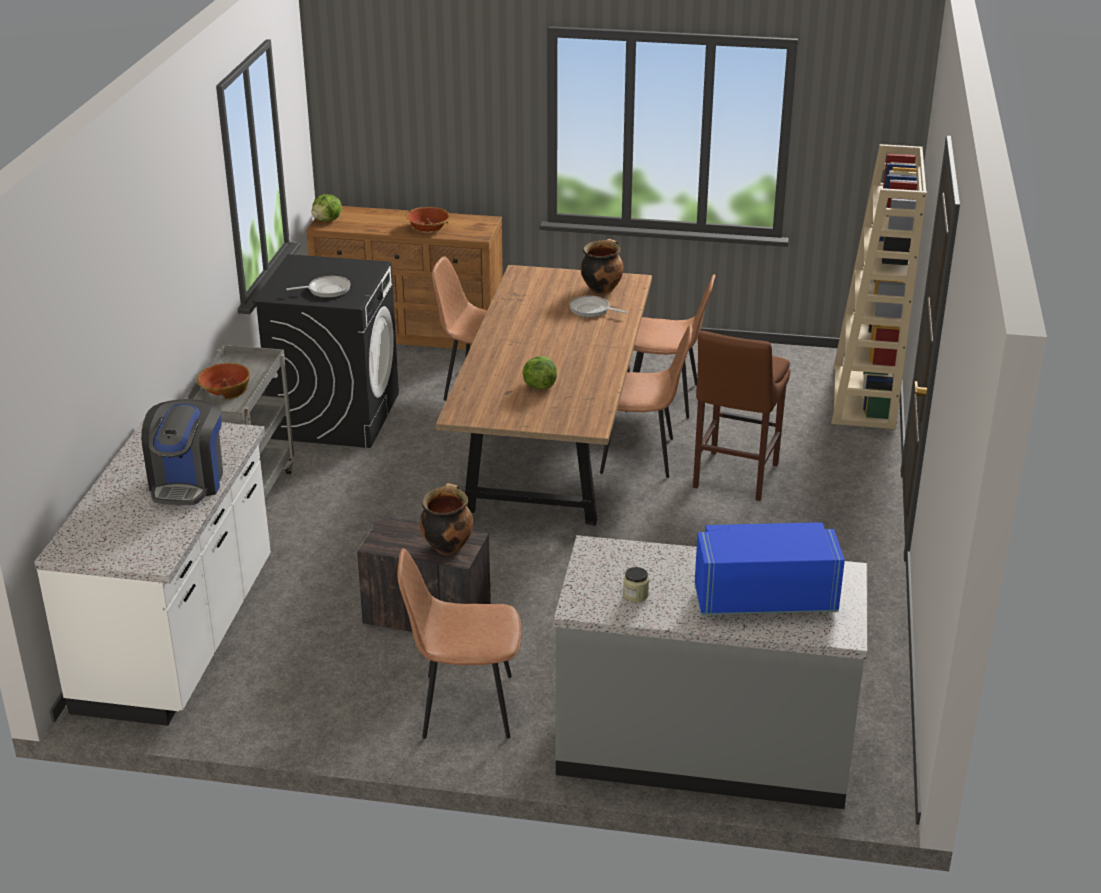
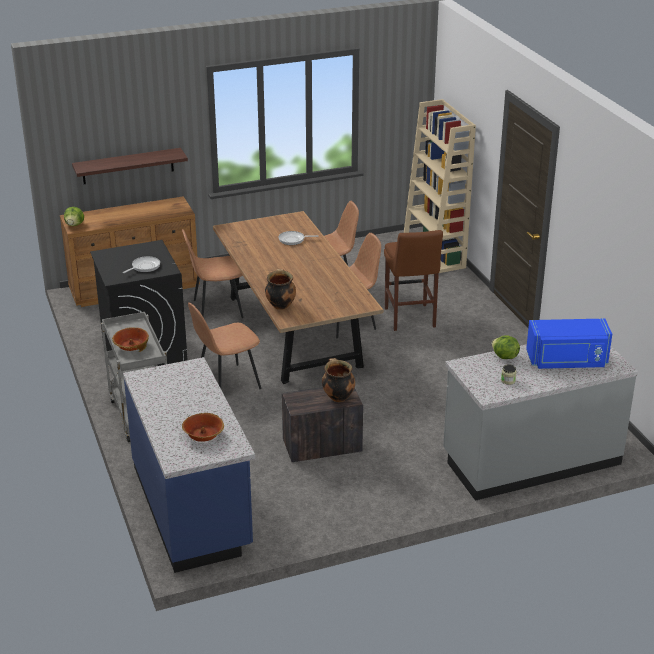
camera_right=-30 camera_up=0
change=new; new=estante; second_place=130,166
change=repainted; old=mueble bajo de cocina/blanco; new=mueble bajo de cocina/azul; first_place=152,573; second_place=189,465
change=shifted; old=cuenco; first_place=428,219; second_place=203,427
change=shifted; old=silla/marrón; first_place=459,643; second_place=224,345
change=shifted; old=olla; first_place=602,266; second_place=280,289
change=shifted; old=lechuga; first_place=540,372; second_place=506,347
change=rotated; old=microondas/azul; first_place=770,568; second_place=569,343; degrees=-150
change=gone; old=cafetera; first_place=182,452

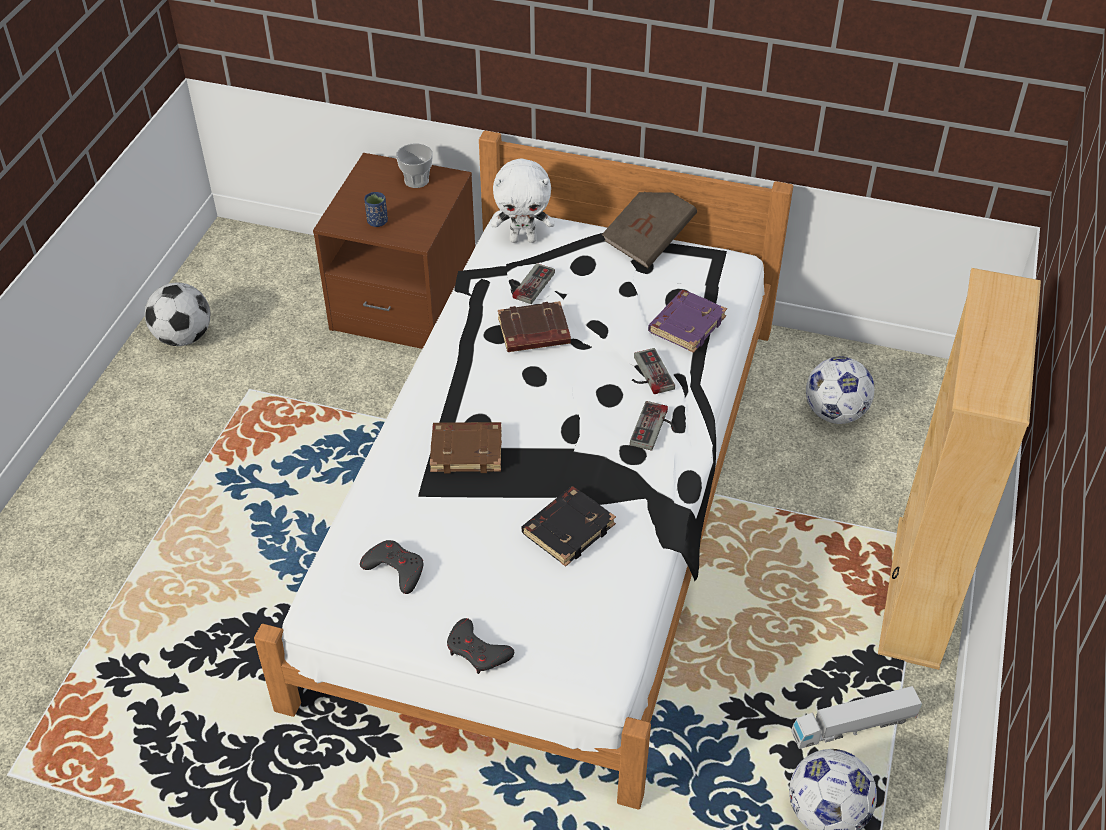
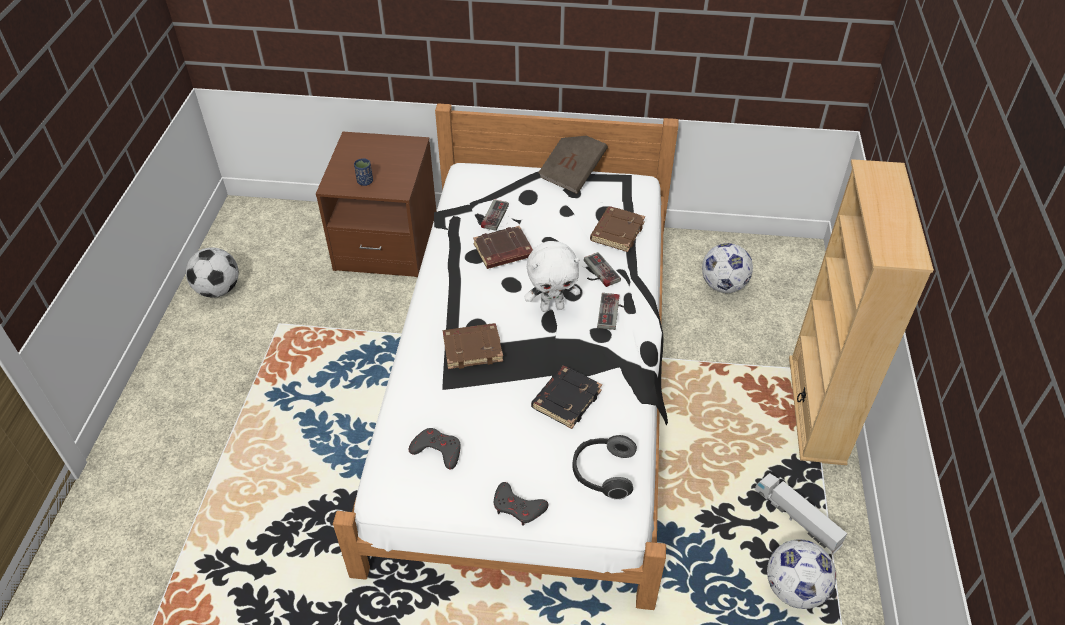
camera_right=-10 camera_up=0
change=shifted; old=peluche/blanco; first_place=523,201; second_place=552,276
change=new; new=auriculares; second_place=604,467
change=repainted; old=libro/morado; new=libro/marrón; first_place=687,321; second_place=617,229
change=rotated; old=camión de juguete; first_place=856,717; second_place=801,513; degrees=75
change=gone; old=taza; first_place=414,165

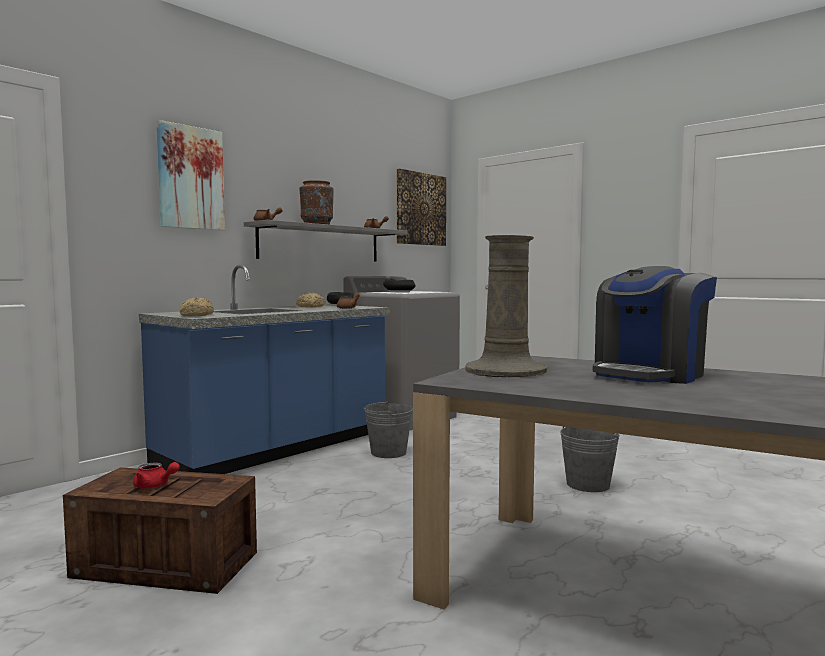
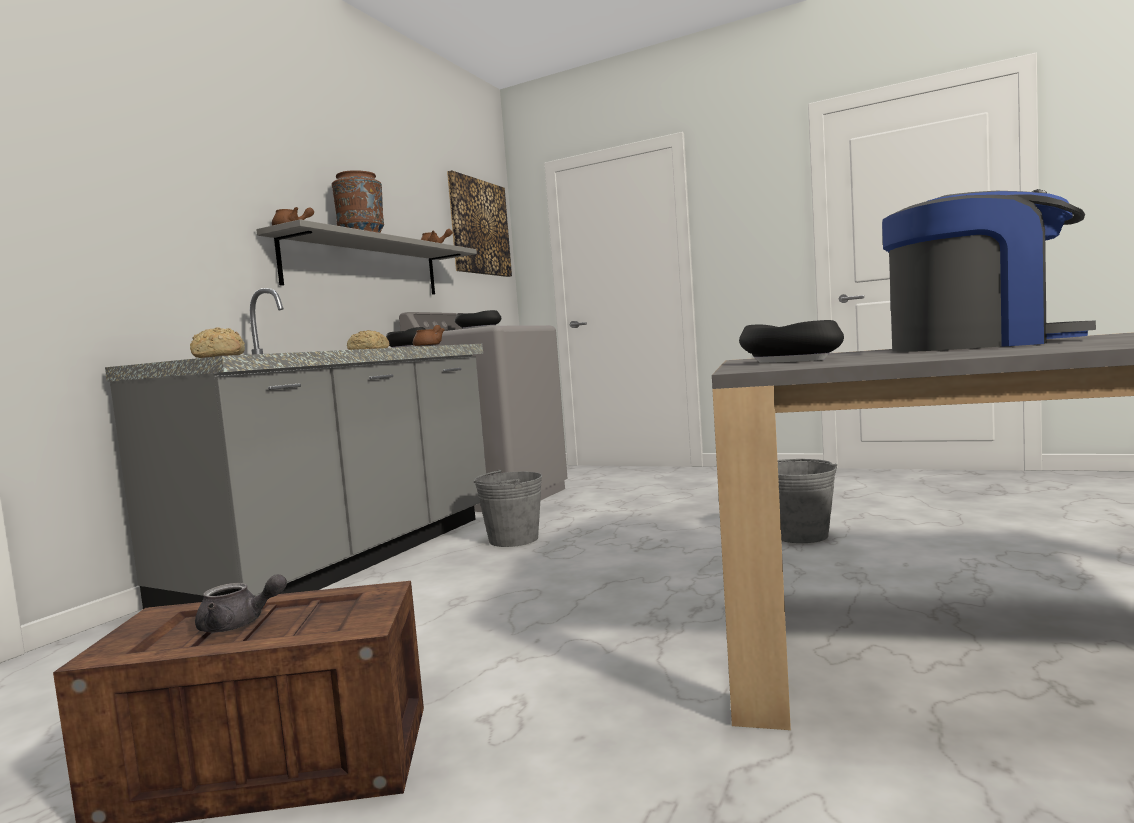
camera_right=-15 camera_up=0
change=repainted; old=mueble bajo de cocina/azul; new=mueble bajo de cocina/gris; first_place=264,369; second_place=295,448
change=repainted; old=tetera/rojo; new=tetera/gris; first_place=156,475; second_place=241,603
change=swapped; old=florero/beis; new=cuenco/negro; first_place=506,306; second_place=791,341
change=rotated; old=cafetera; first_place=655,325; second_place=989,270; degrees=-105
change=gone; old=cuadro; first_place=190,175

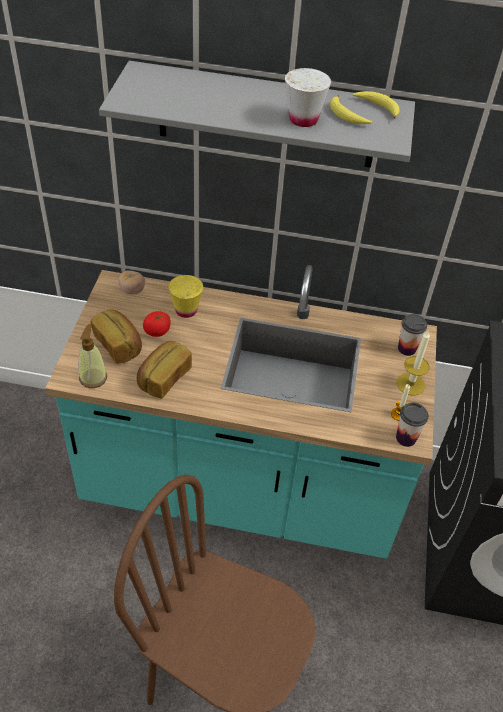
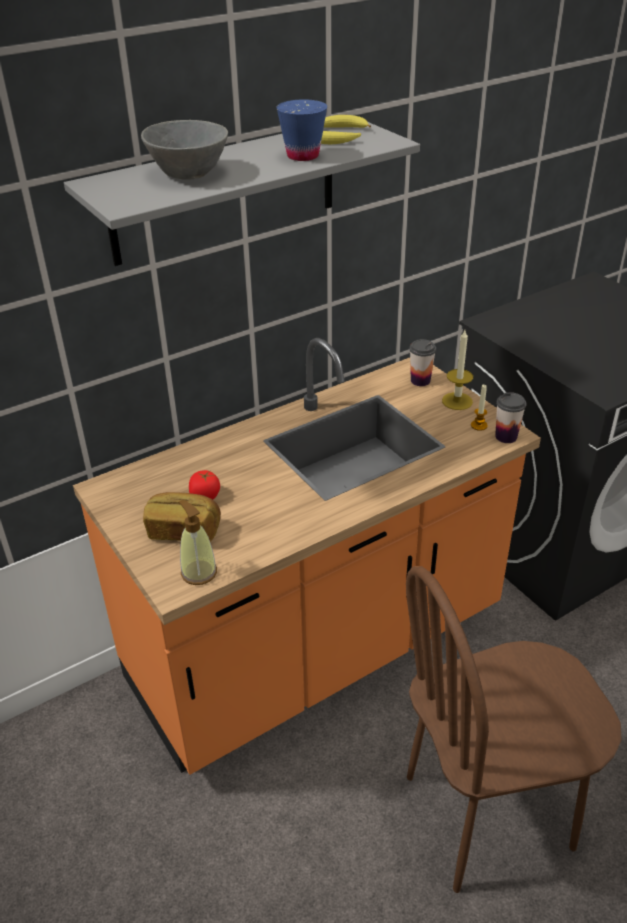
camera_right=-40 camera_up=-10
change=repainted; old=mueble bajo de cocina/turquesa; new=mueble bajo de cocina/naranja; first_place=241,412; second_place=307,556
change=new; new=cuenco/gris; second_place=184,150
change=repainted; old=taza/blanco; new=taza/azul; first_place=308,97; second_place=301,130
change=gone; old=tomate; first_place=132,283
change=gone; old=pan; first_place=164,370
change=gone; old=taza/amarillo; first_place=185,296

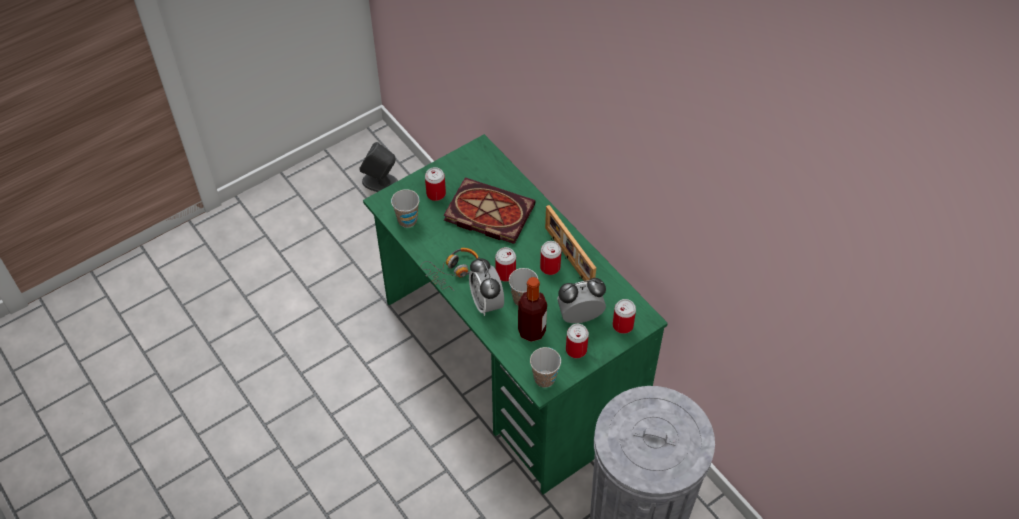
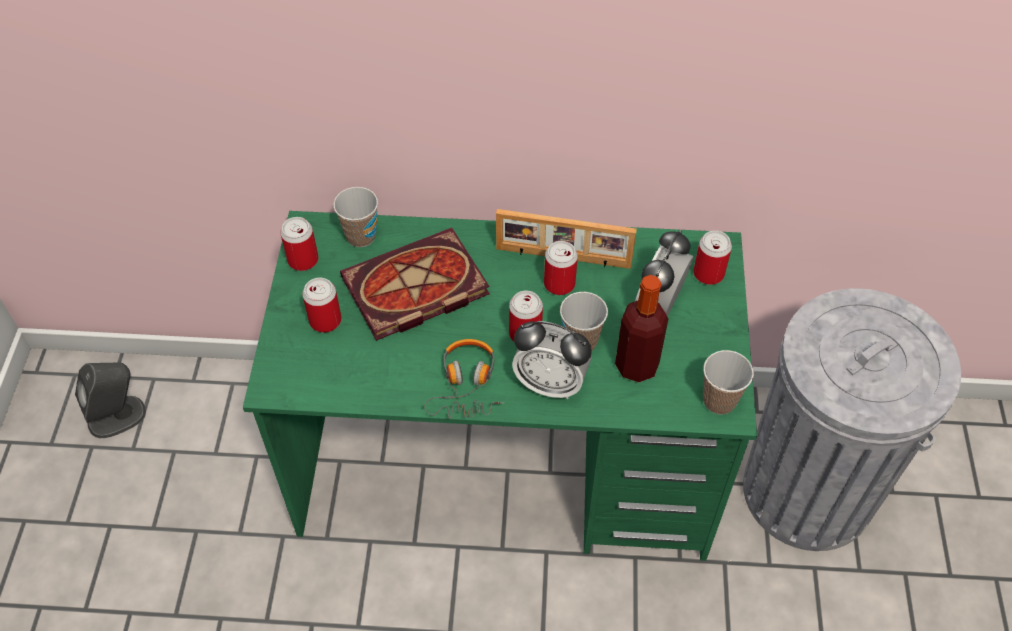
camera_right=-50 camera_up=0
change=shifted; old=lata; first_place=577,341; second_place=299,244
change=shifted; old=taza; first_place=405,208; second_place=355,217

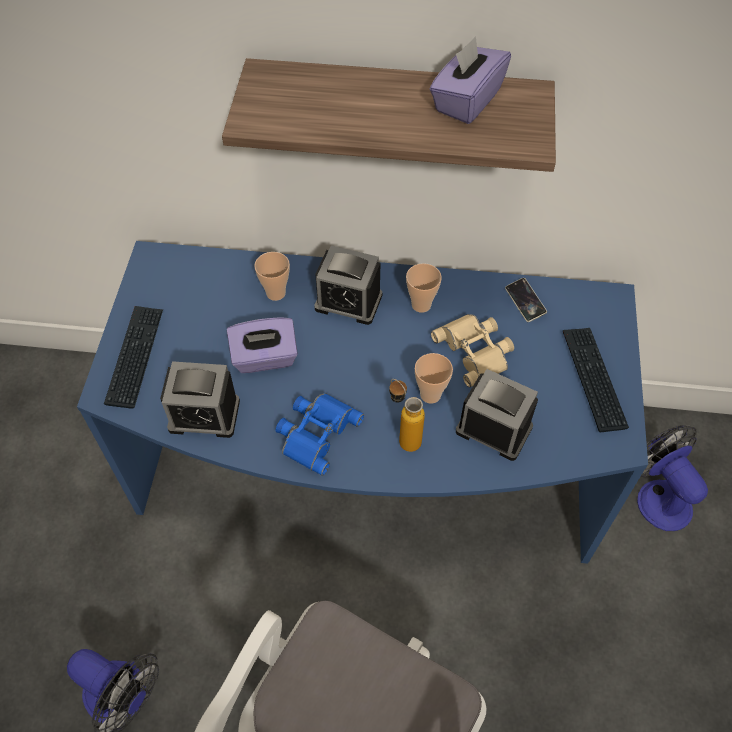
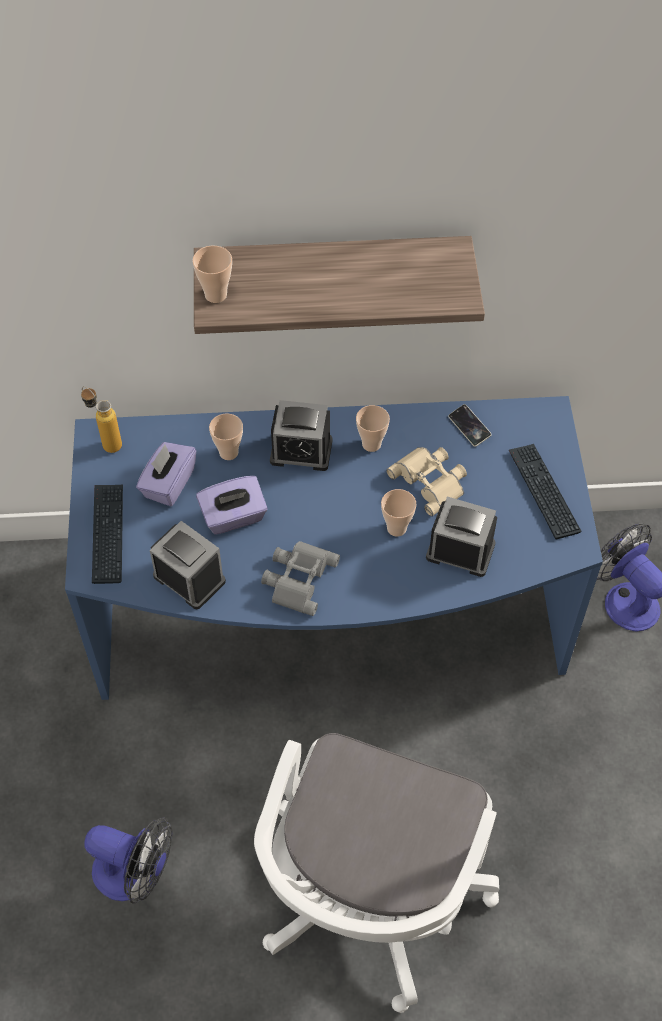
camera_right=-10 camera_up=0
change=shifted; old=botella; first_place=407,415; second_place=101,420
change=shifted; old=caja de pañuelos/morado; first_place=470,80; second_place=166,474
change=rotated; old=despertador; first_place=200,399; second_place=188,565; degrees=-135
change=new; new=taza; second_place=212,274
change=repainted; old=prismáticos/azul; new=prismáticos/gris; first_place=320,434; second_place=300,578

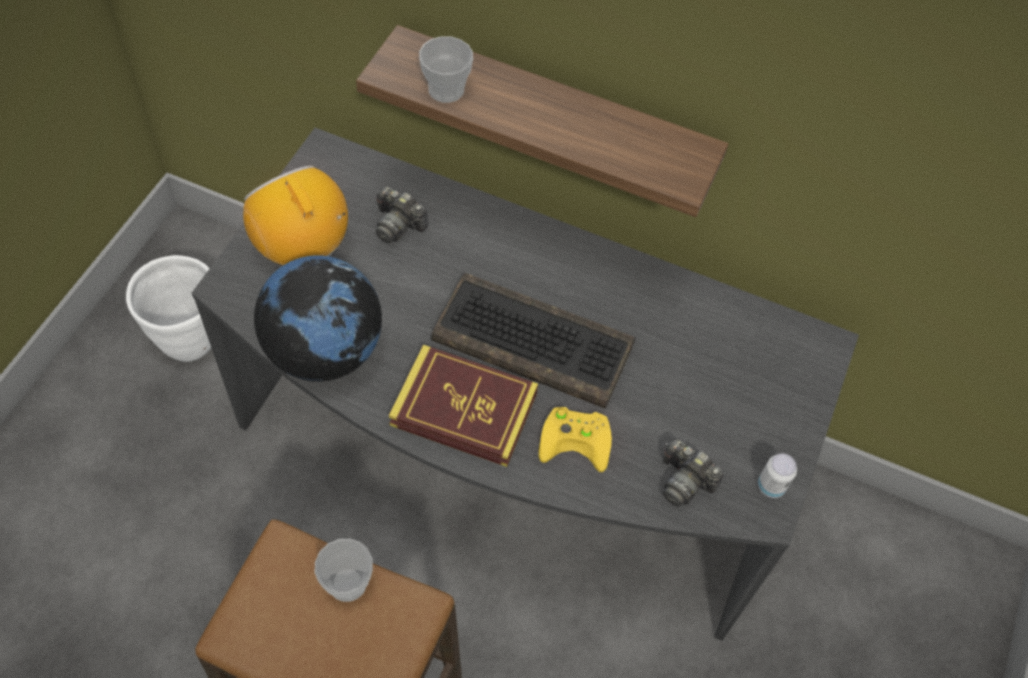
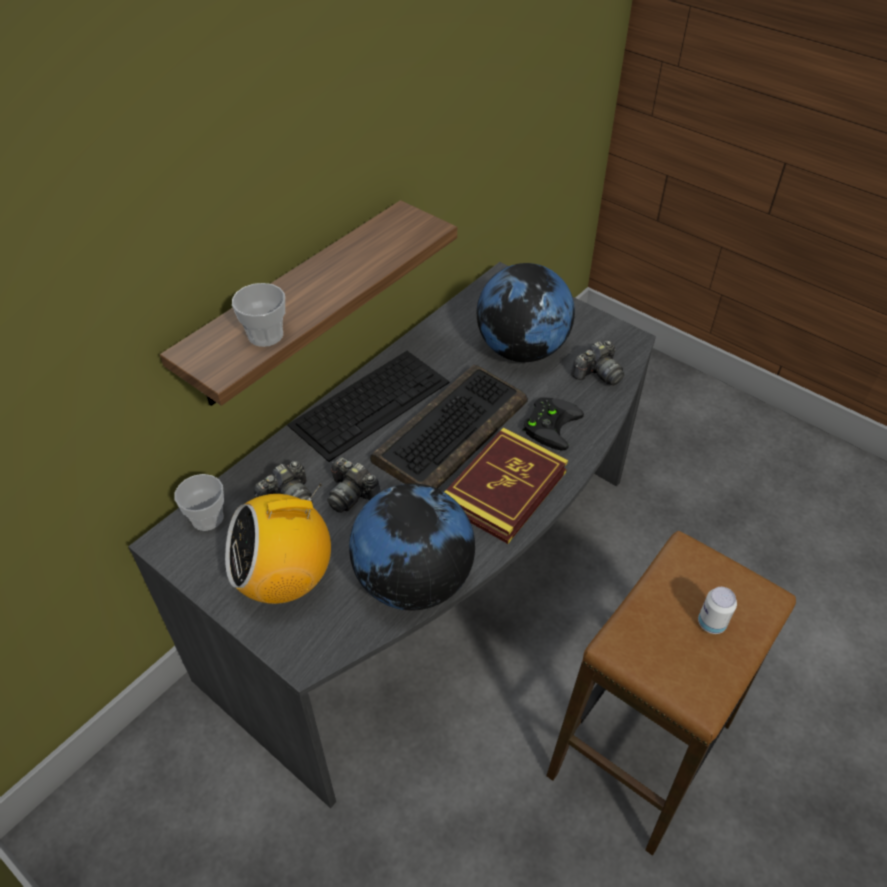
camera_right=-70 camera_up=-10
change=shifted; old=taza; first_place=344,570; second_place=199,502
change=new; new=teclado; second_place=368,406
change=new; new=cámara; second_place=353,485
change=new; new=globo terráqueo; second_place=526,312
change=repainted; old=mando de consola/amarillo; new=mando de consola/negro; first_place=575,439; second_place=553,424
change=shifted; old=lata; first_place=777,475; second_place=717,610
change=gone; old=maceta/blanco; first_place=168,308

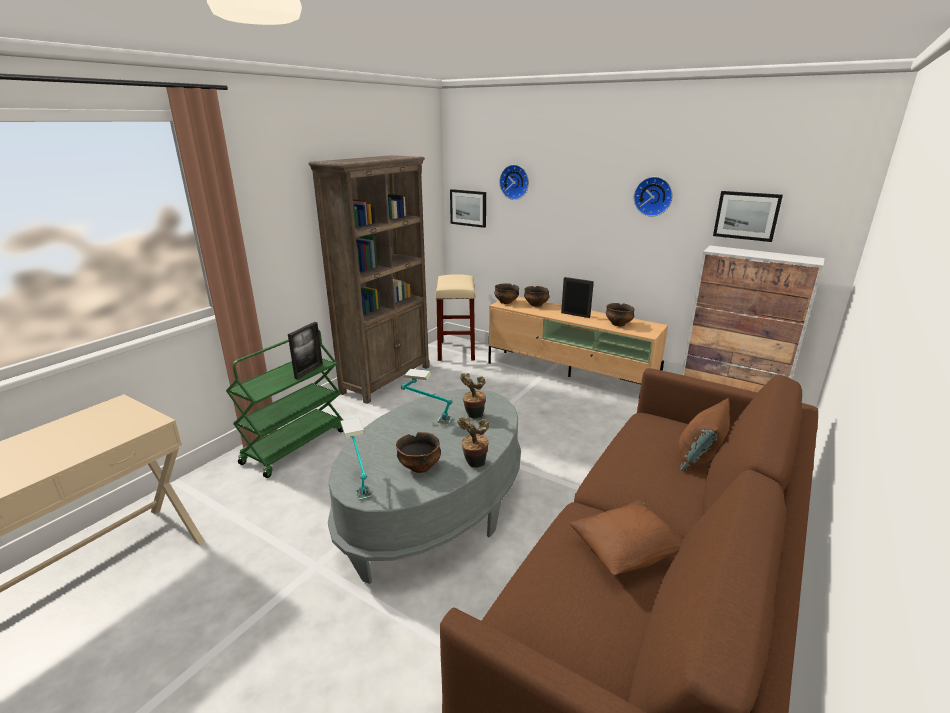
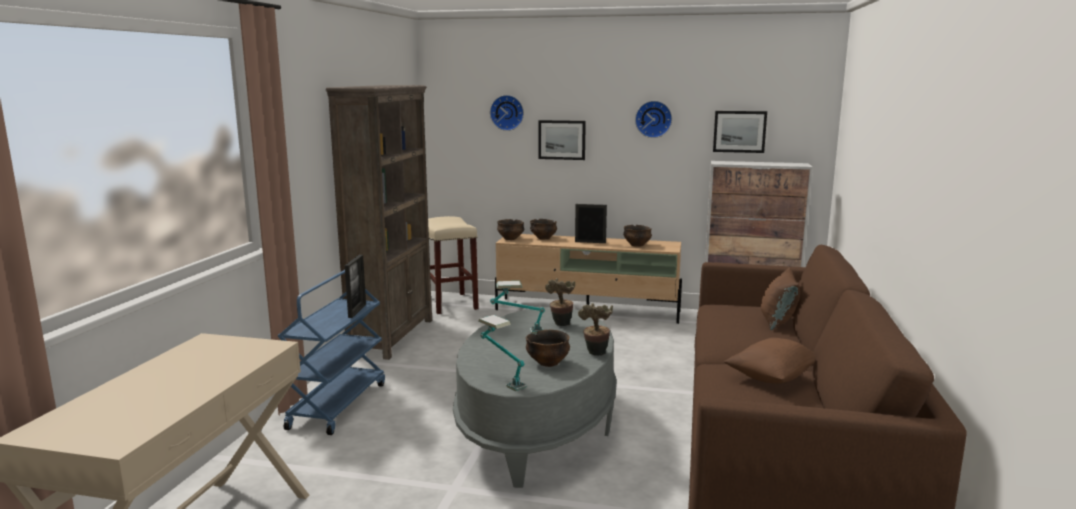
camera_right=-20 camera_up=-10
change=repainted; old=carrito/verde; new=carrito/azul; first_place=284,403; second_place=331,352
change=shifted; old=cuadro; first_place=468,208; second_place=562,140

